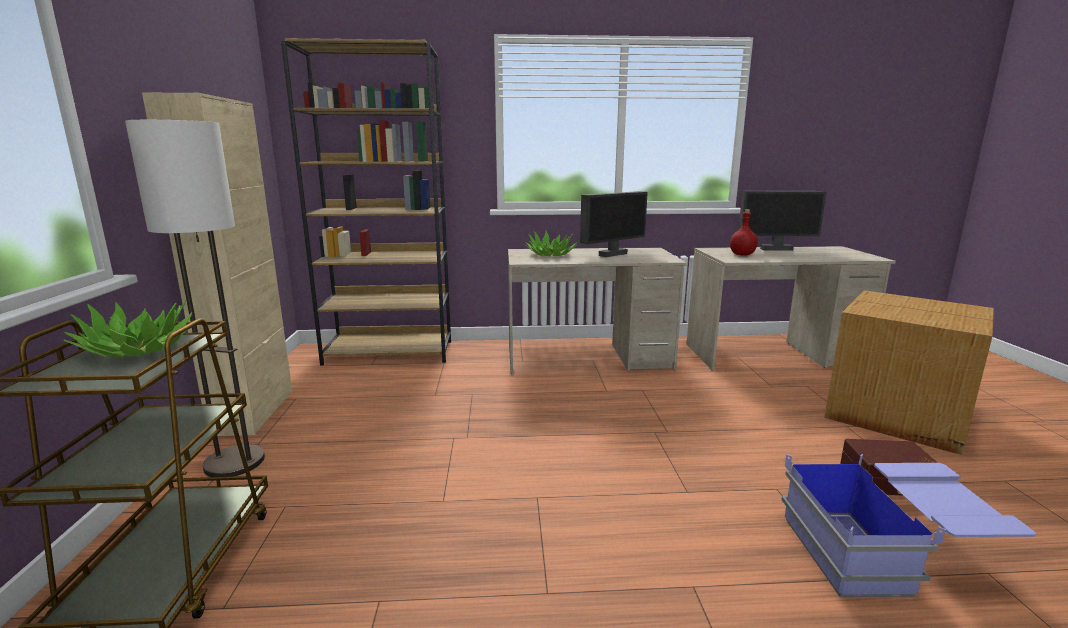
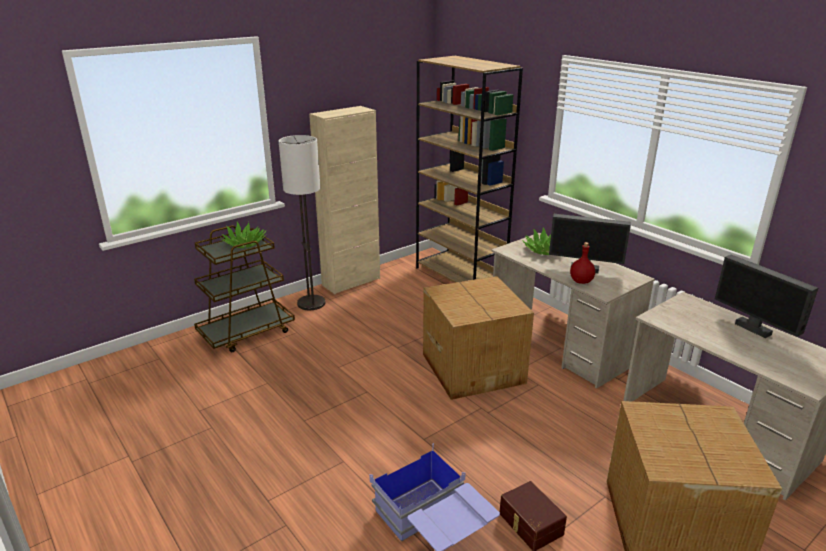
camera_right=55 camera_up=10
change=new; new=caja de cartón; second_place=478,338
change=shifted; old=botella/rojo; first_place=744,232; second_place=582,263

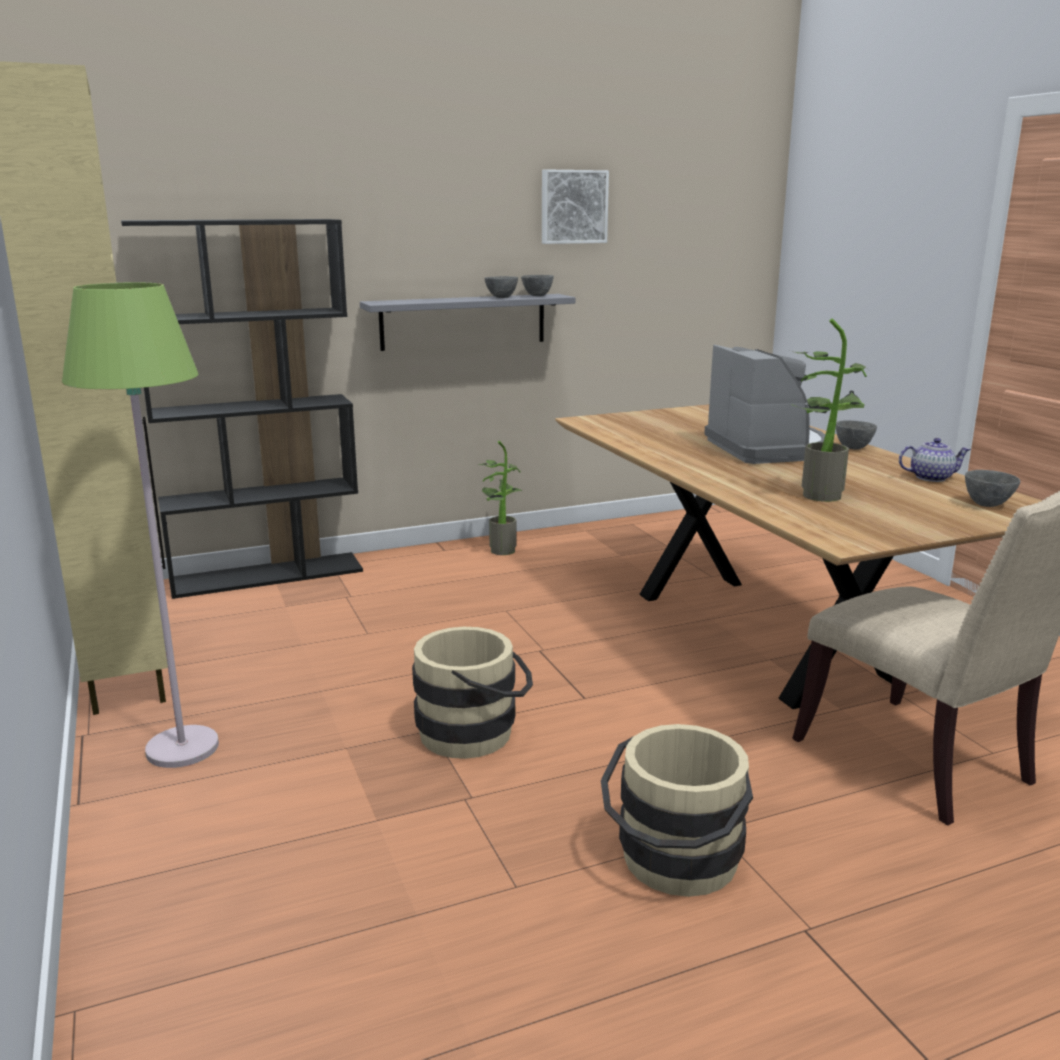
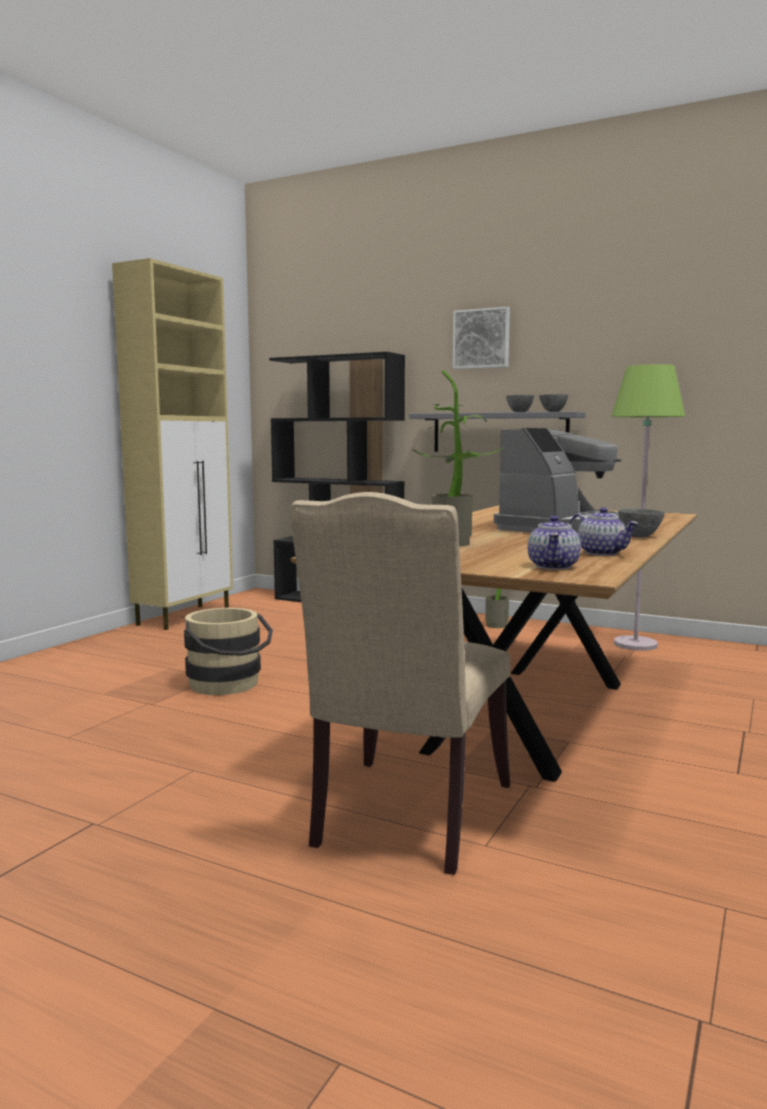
camera_right=50 camera_up=-10
change=shifted; old=cuadro; first_place=575,206; second_place=481,338
change=swapped; old=cuenco/gris; new=tetera; first_place=992,488; second_place=554,542
change=shifted; old=lámpara de pie/verde; first_place=140,525; second_place=648,507
change=gone; old=cubo/beis; first_place=677,810

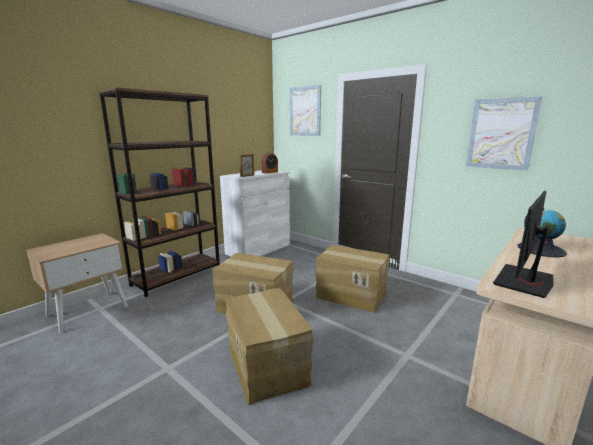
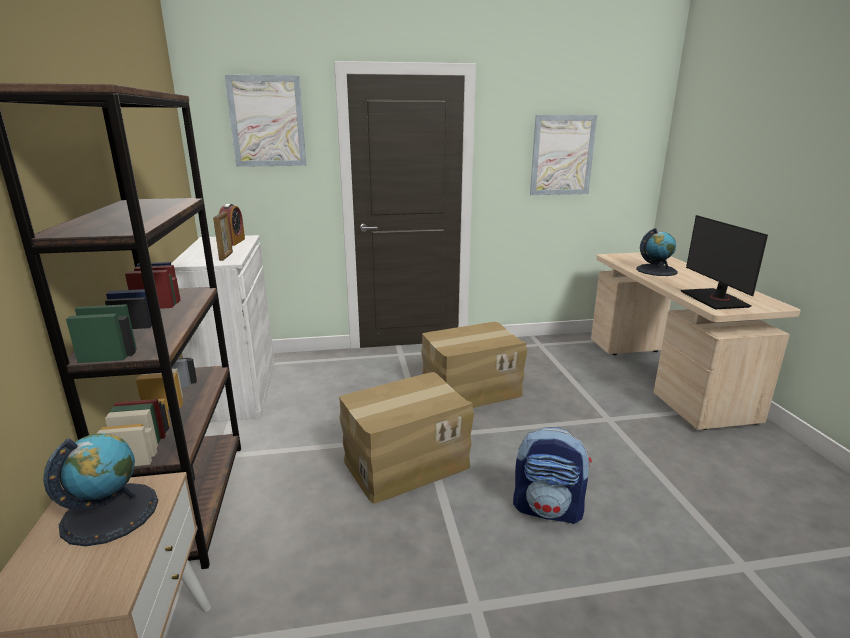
camera_right=-50 camera_up=5
change=new; new=globo terráqueo; second_place=100,489
change=swapped; old=caja de cartón; new=mochila; first_place=270,346; second_place=552,475

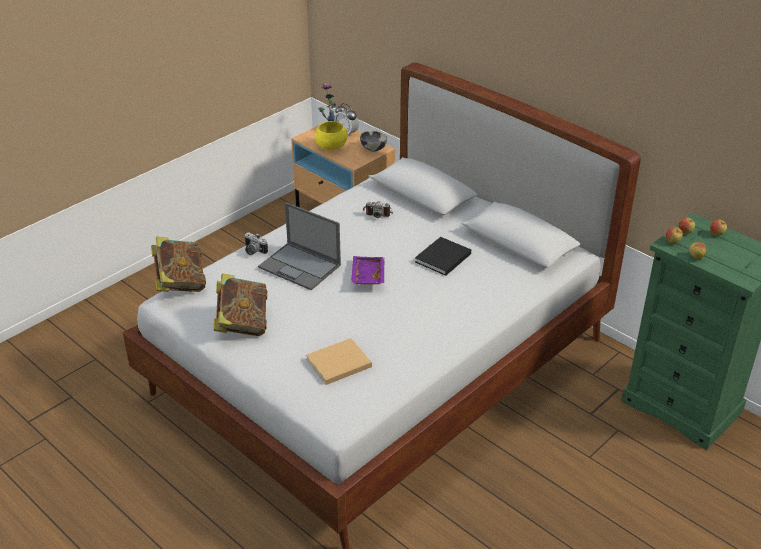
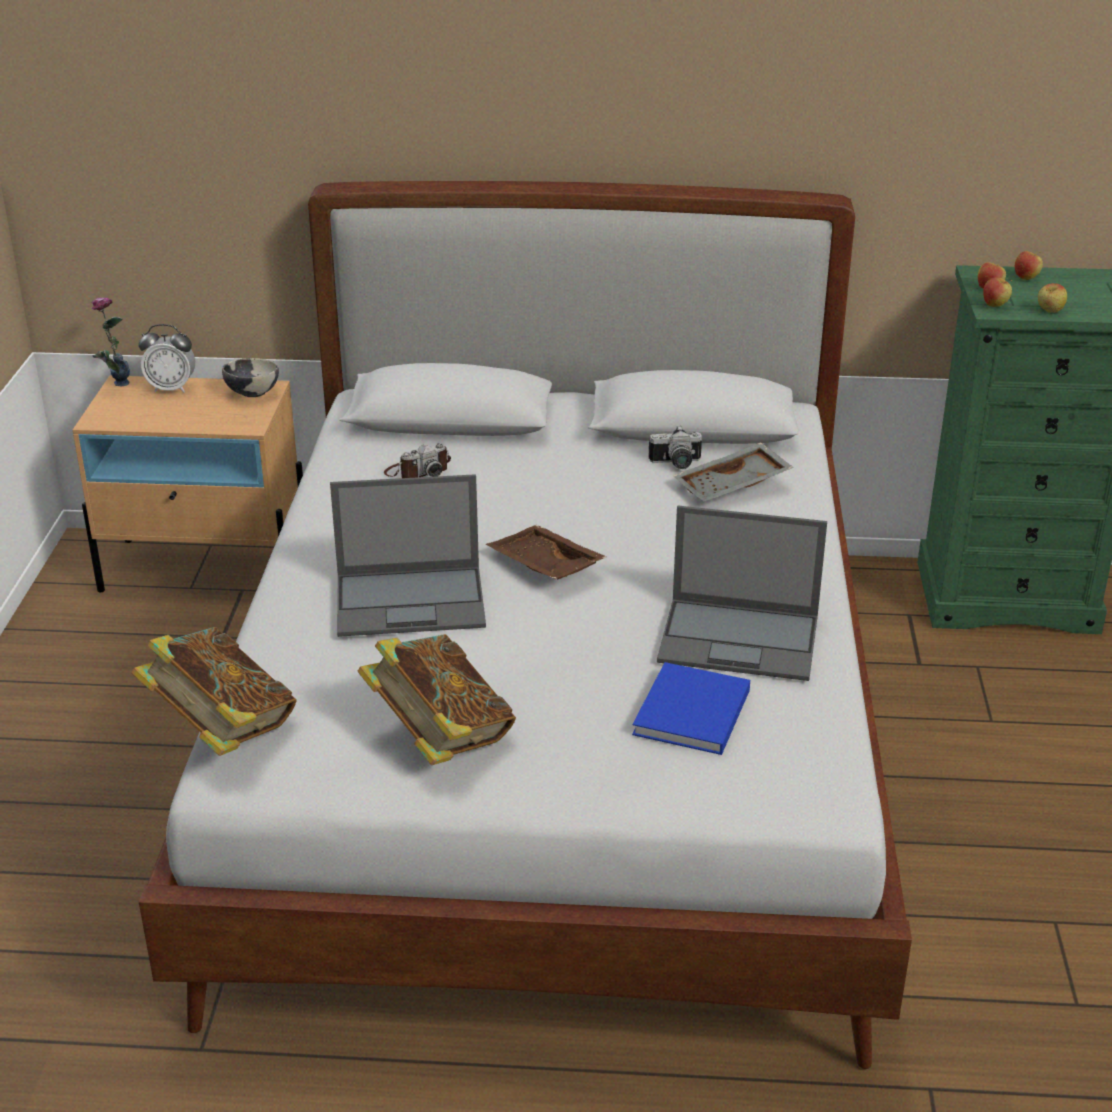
camera_right=-40 camera_up=-5
change=repainted; old=bandeja/morado; new=bandeja/marrón; first_place=367,270; second_place=546,552
change=repainted; old=libro/beis; new=libro/azul; first_place=339,361; second_place=691,708
change=shifted; old=cámara; first_place=256,243; second_place=675,447
change=new; new=portátil; second_place=742,593
change=new; new=bandeja/gris; second_place=734,471
change=gone; old=cuenco/amarillo; first_place=331,136
change=gone; old=libro/negro; first_place=443,256

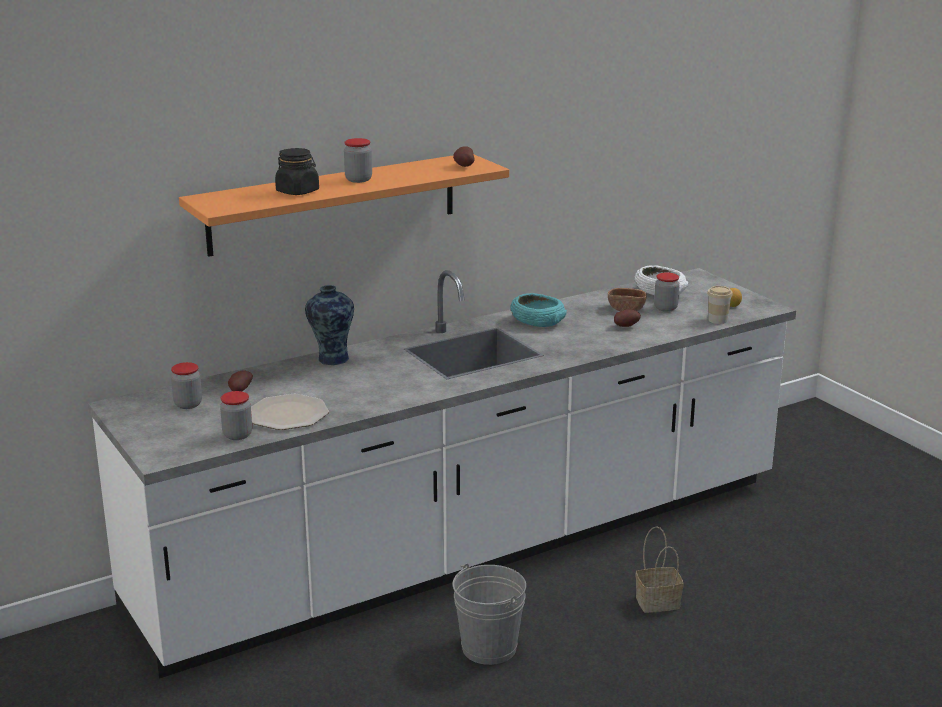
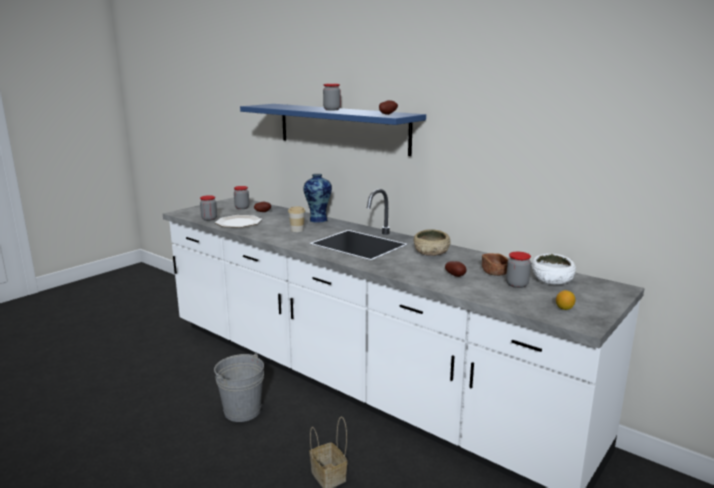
camera_right=70 camera_up=-5
change=repainted; old=estante/naranja; new=estante/azul; first_place=344,206; second_place=333,130
change=shifted; old=taza; first_place=720,305; second_place=296,219
change=repainted; old=cuenco/turquesa; new=cuenco/beis; first_place=539,310; second_place=432,242
change=gone; old=tarro/negro; first_place=297,171

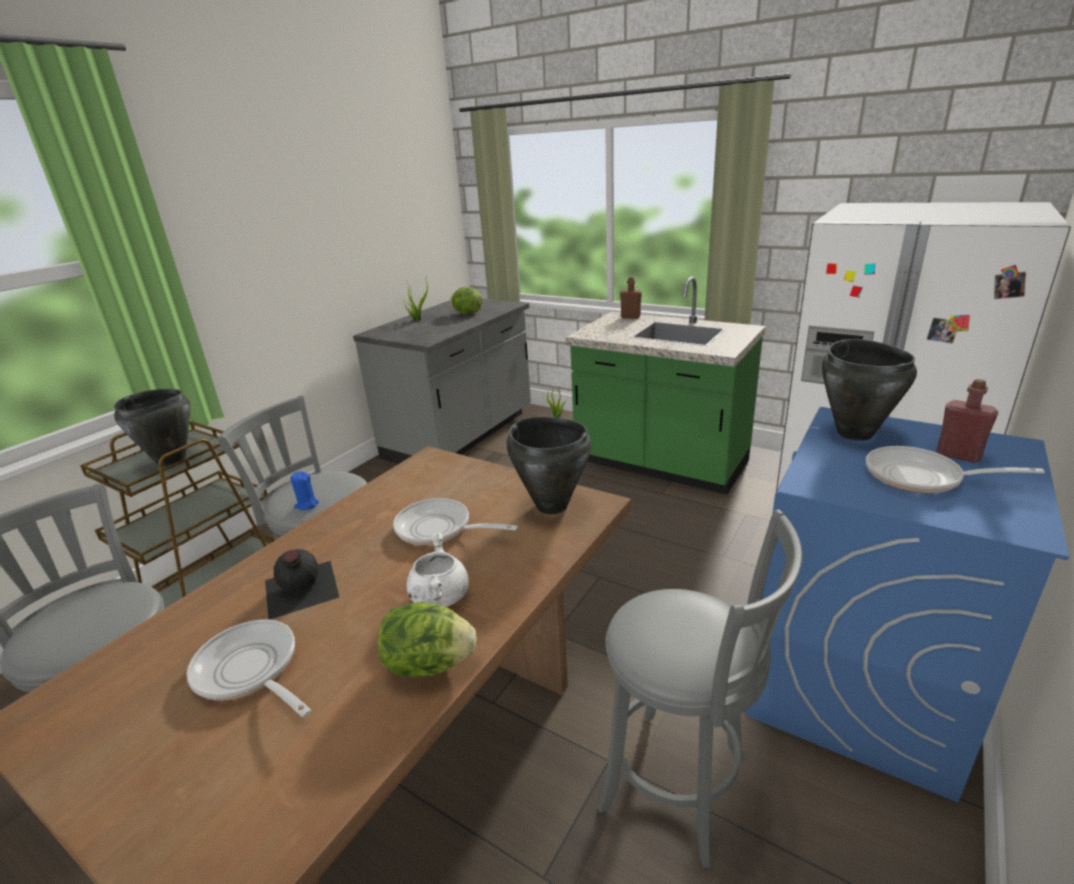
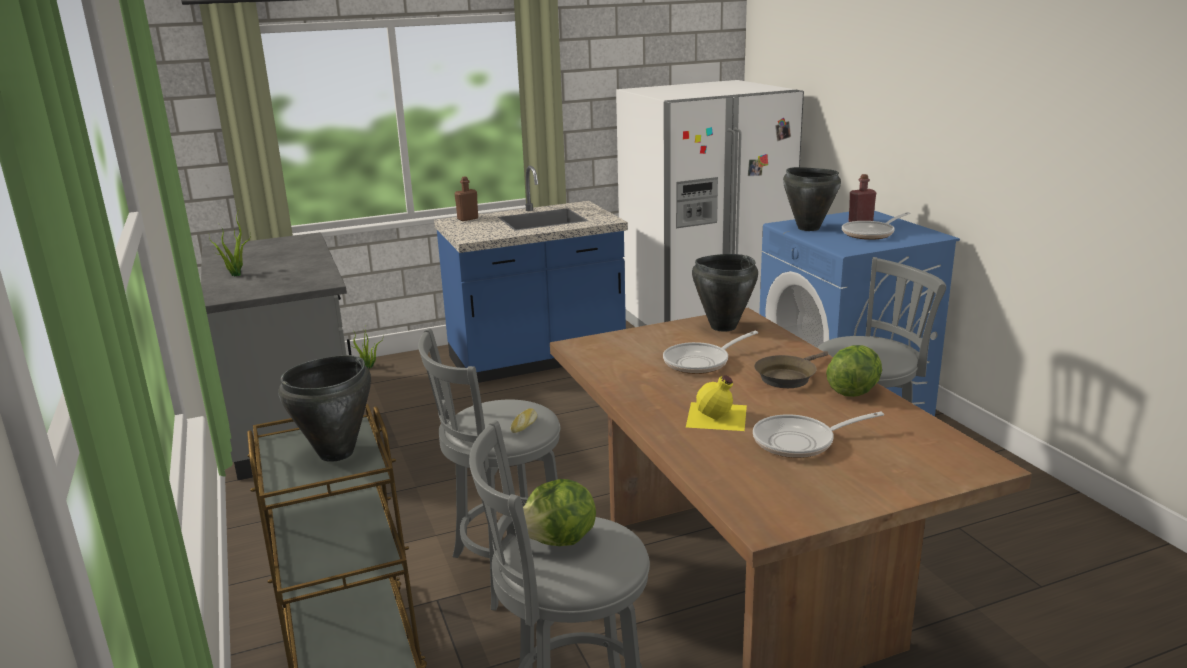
camera_right=-55 camera_up=-5
change=repainted; old=mueble bajo de cocina/verde; new=mueble bajo de cocina/azul; first_place=666,385; second_place=531,275
change=swapped; old=vela/azul; new=pan; first_place=304,490; second_place=524,420
change=shifted; old=lechuga; first_place=466,300; second_place=559,512
change=repainted; old=botella/negro; new=botella/amarillo; first_place=302,584; second_place=716,403
change=swapped; old=olla/blanco; new=sartén/marrón; first_place=437,570; second_place=791,369

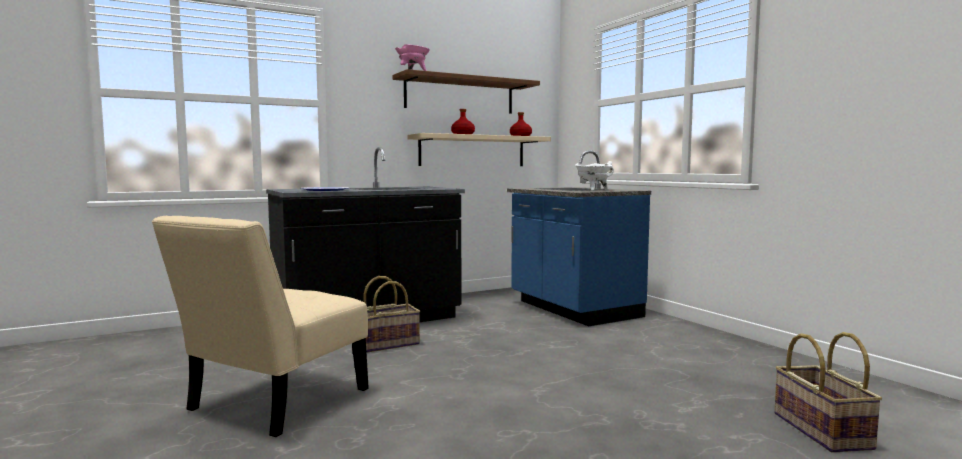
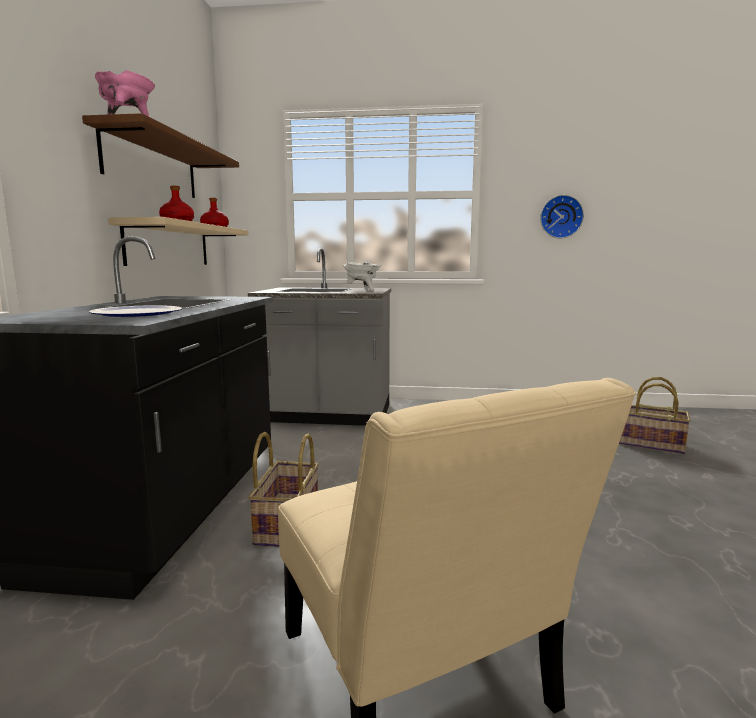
camera_right=-55 camera_up=5
change=repainted; old=mueble bajo de cocina/azul; new=mueble bajo de cocina/gris; first_place=579,238; second_place=319,337
change=new; new=reloj de pared; second_place=562,216

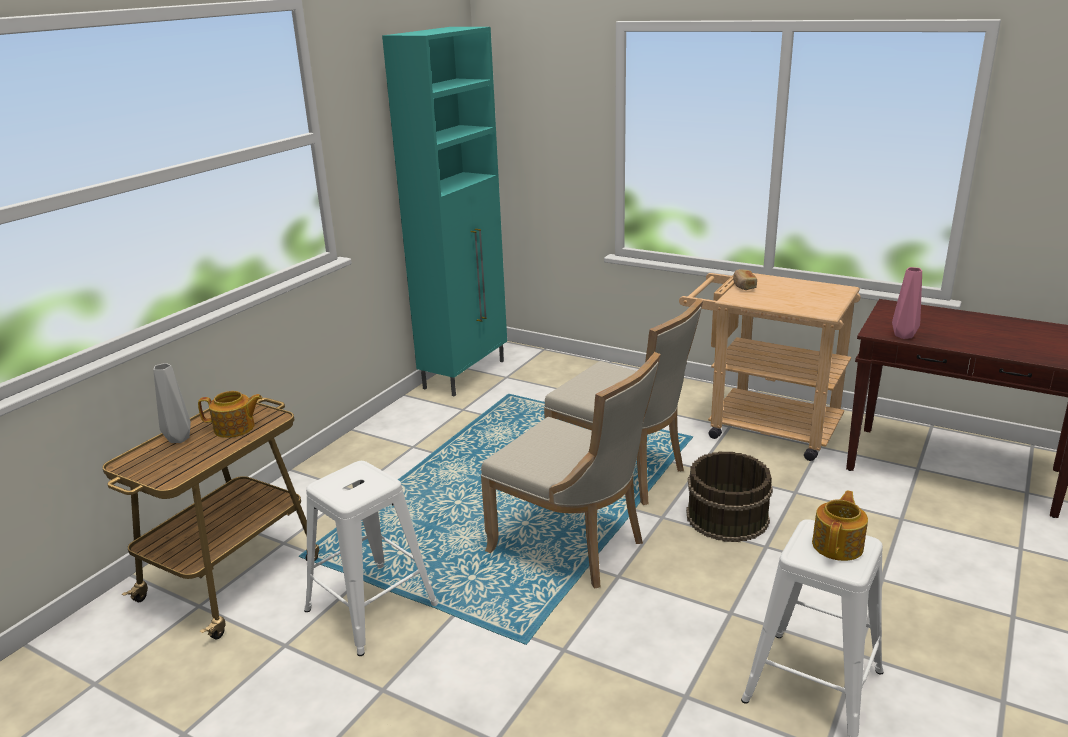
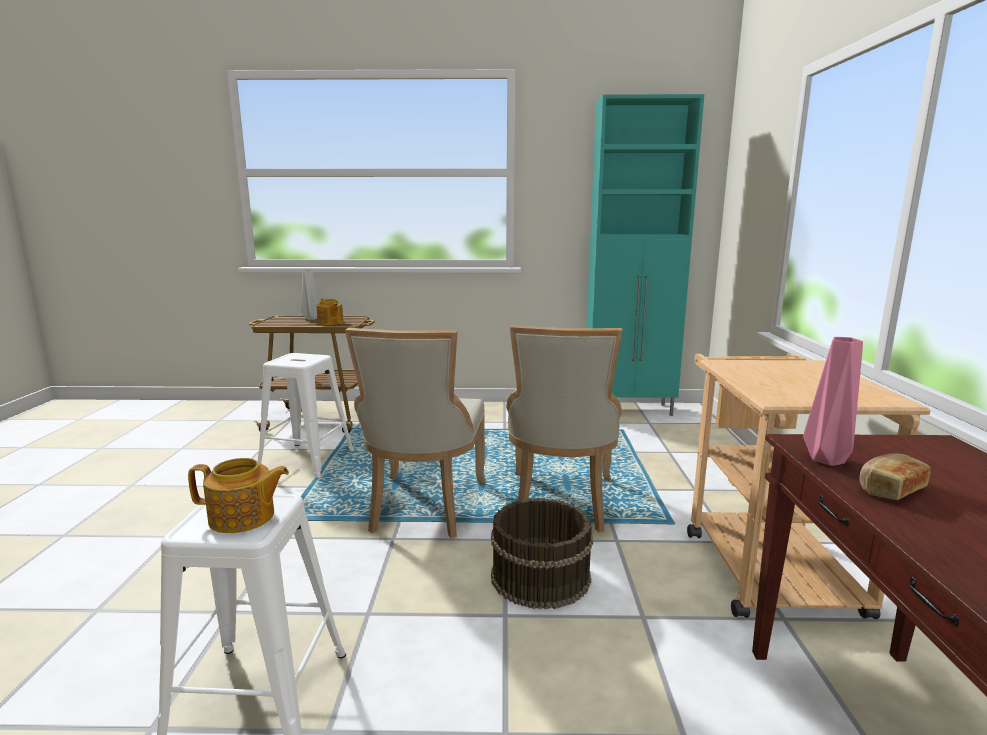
camera_right=60 camera_up=-10
change=shifted; old=pan; first_place=745,279; second_place=895,476

